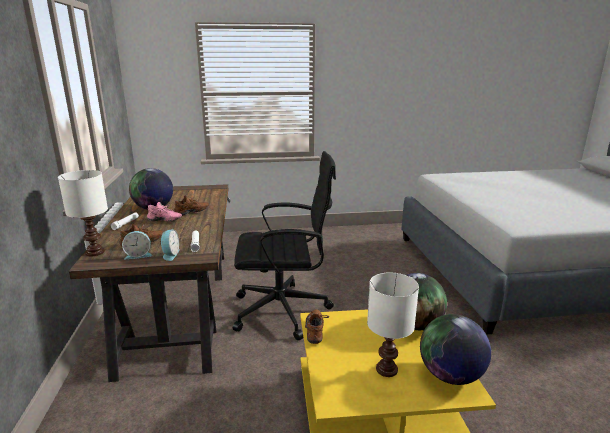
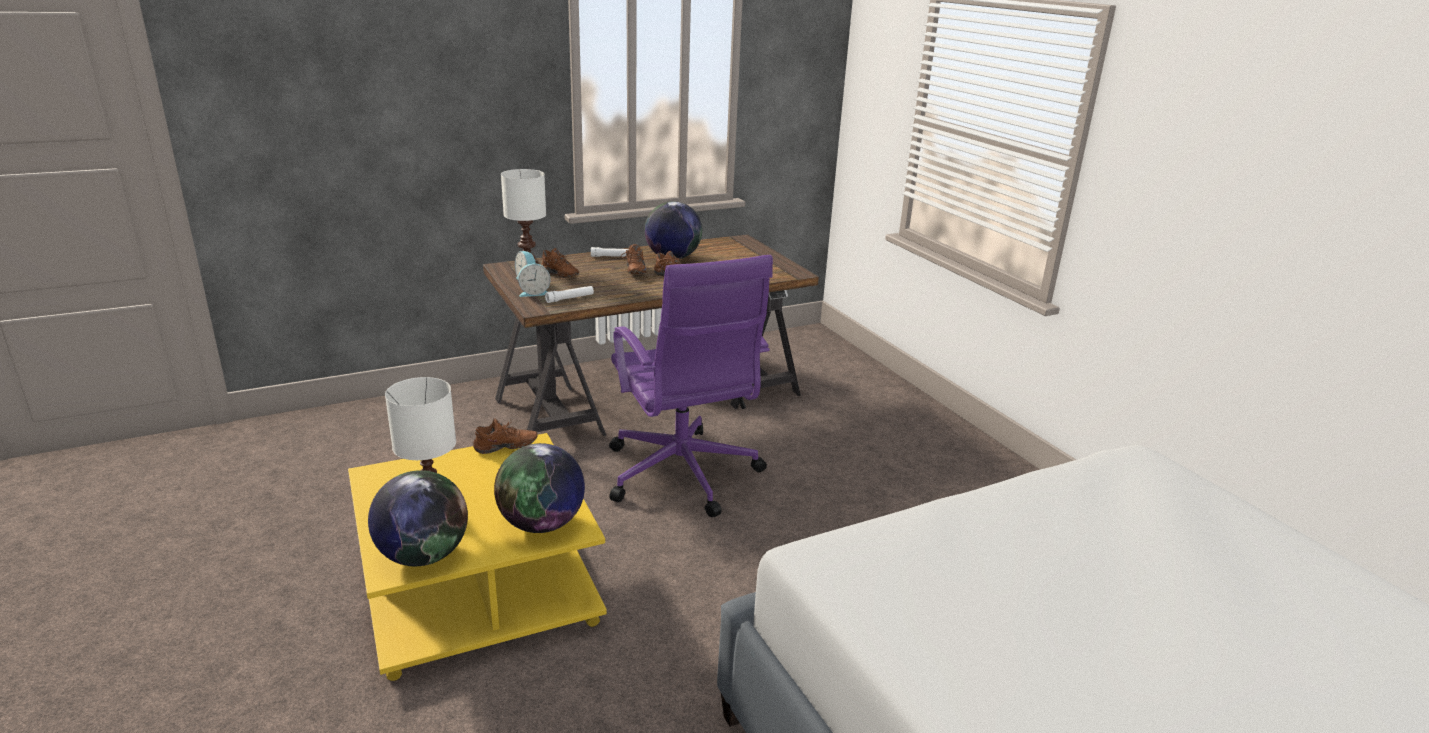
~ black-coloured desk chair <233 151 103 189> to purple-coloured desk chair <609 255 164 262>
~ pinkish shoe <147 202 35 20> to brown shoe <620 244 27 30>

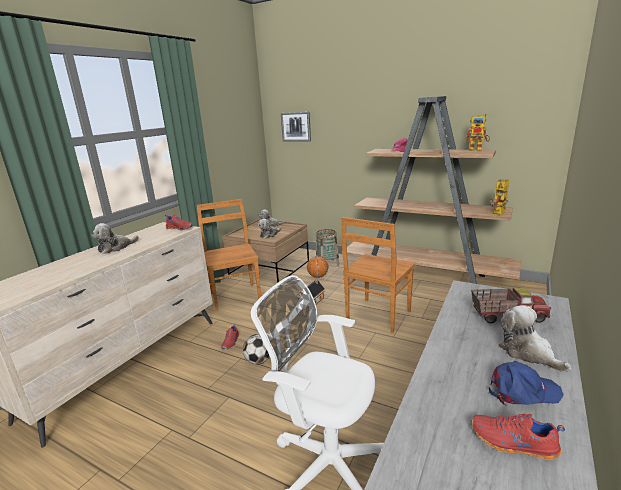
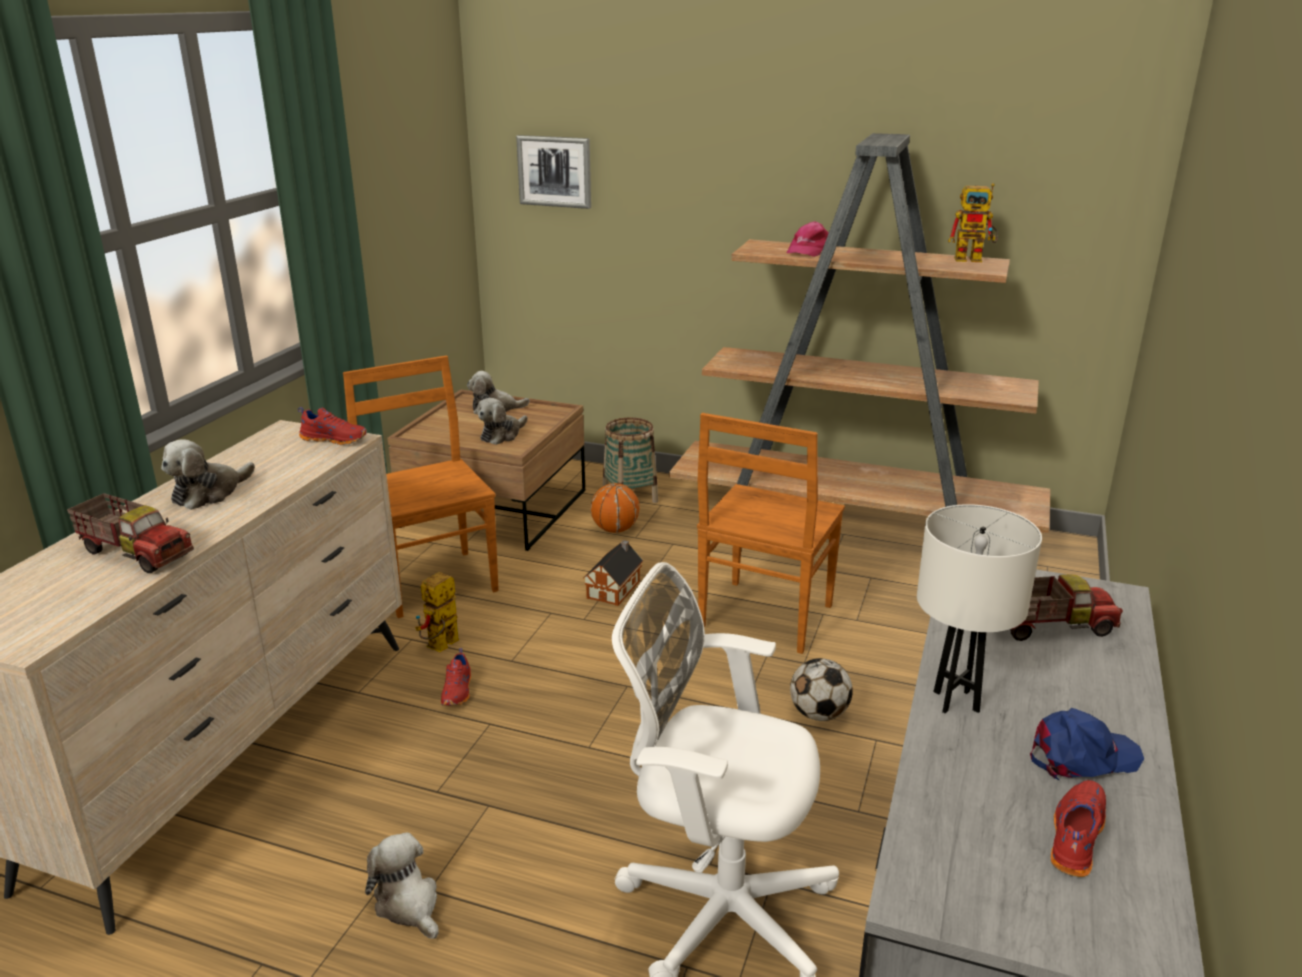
+ toy lorry <67 493 127 80>
~ plush toy <498 305 73 67> to <365 832 74 107>
~ toy robot <491 179 18 36> to <415 572 44 80>
~ ball for football <243 334 27 30> to <790 658 63 63>
+ white tabletop lamp <917 504 125 209>
~ red-coloured shoe <471 414 94 46> = <1051 780 55 97> 105 degrees clockwise

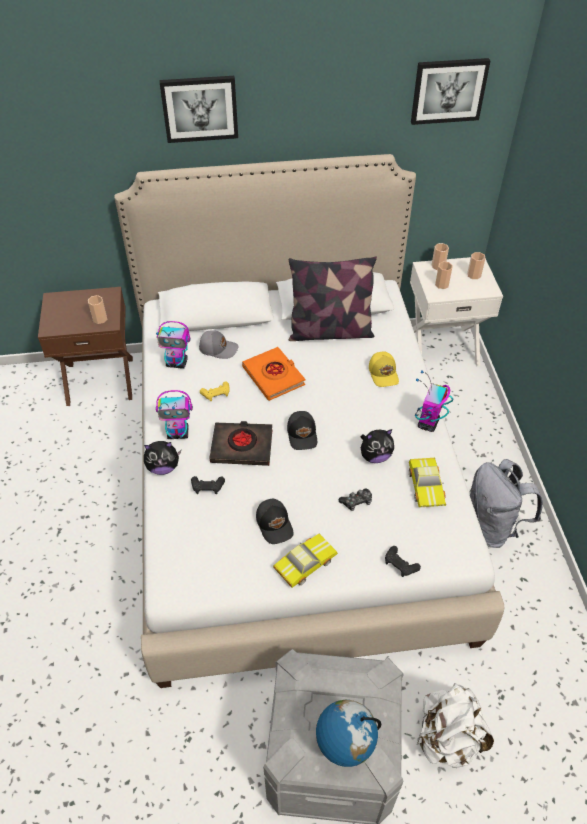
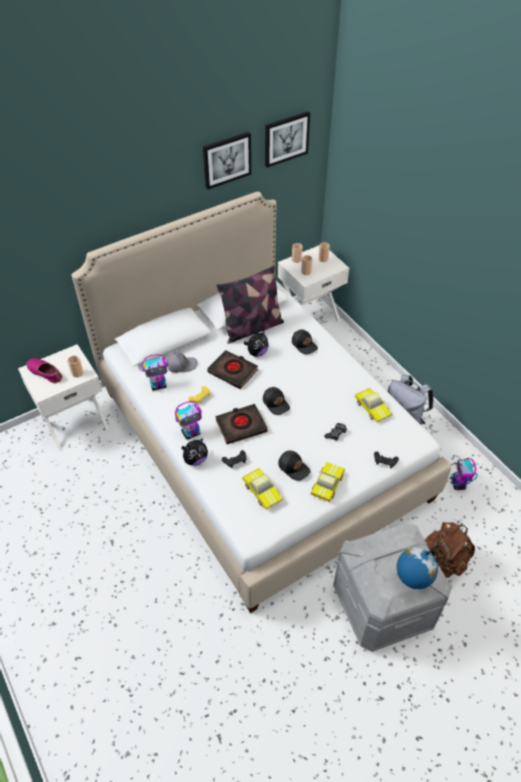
~ brown bedside table <38 287 95 119> to white bedside table <18 344 91 107>
+ shoe <27 358 35 25>
~ picture <159 76 79 67> to <203 132 48 58>
~ orangey volume <242 347 63 54> to black-coloured volume <207 350 51 39>
+ toy car <243 468 40 41>
~ plush toy <361 429 33 34> to <244 330 25 27>
~ yellowish peaked cap <369 352 30 35> to black-coloured peaked cap <292 329 26 26>
~ white knapsack <417 683 77 85> to brown knapsack <424 522 51 56>
~ toy robot <415 370 38 62> to <450 455 28 35>

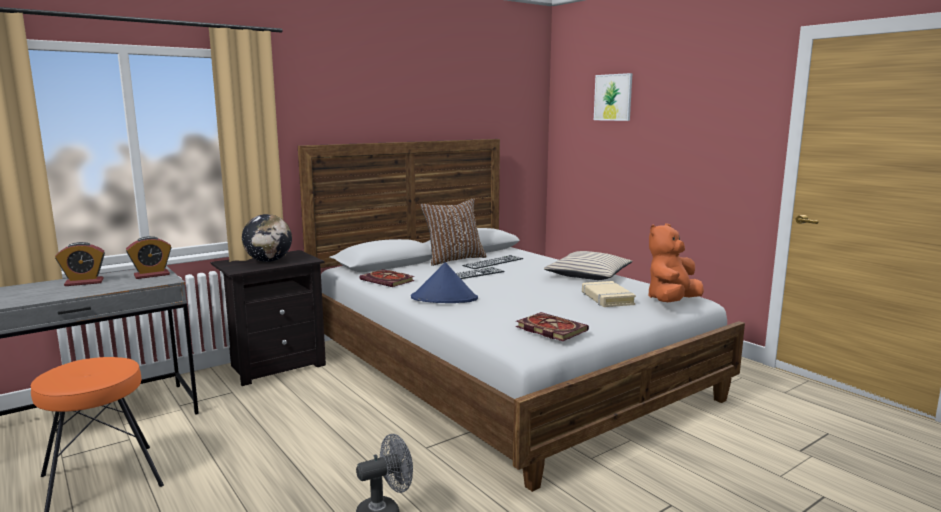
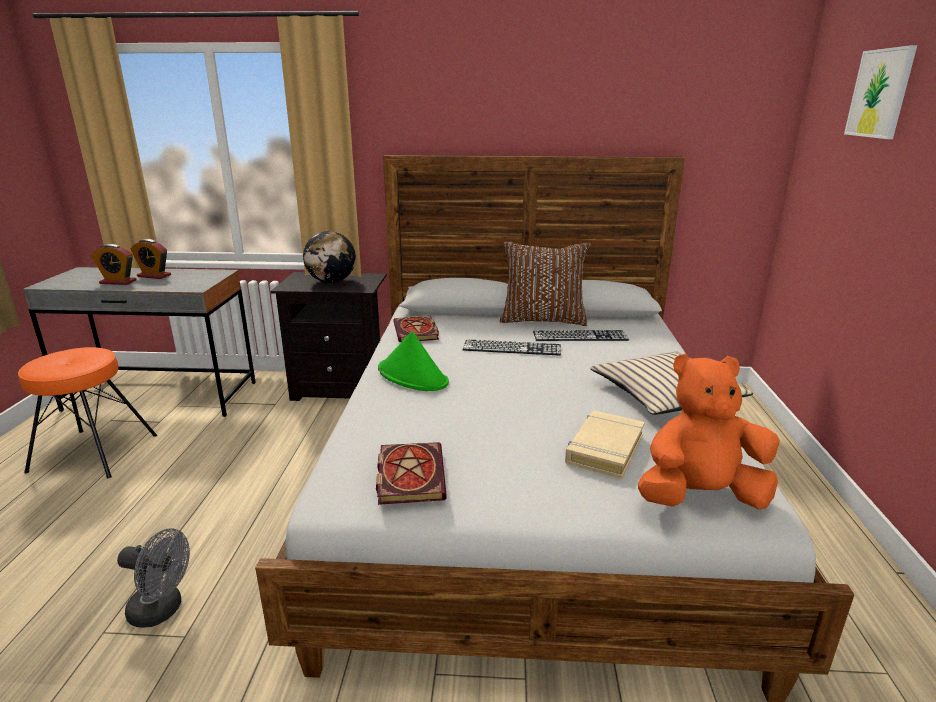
~ alarm clock <126 236 46 43> to <91 244 45 41>
~ blue-coloured wearable hat <411 262 67 41> to greenish wearable hat <378 331 71 60>

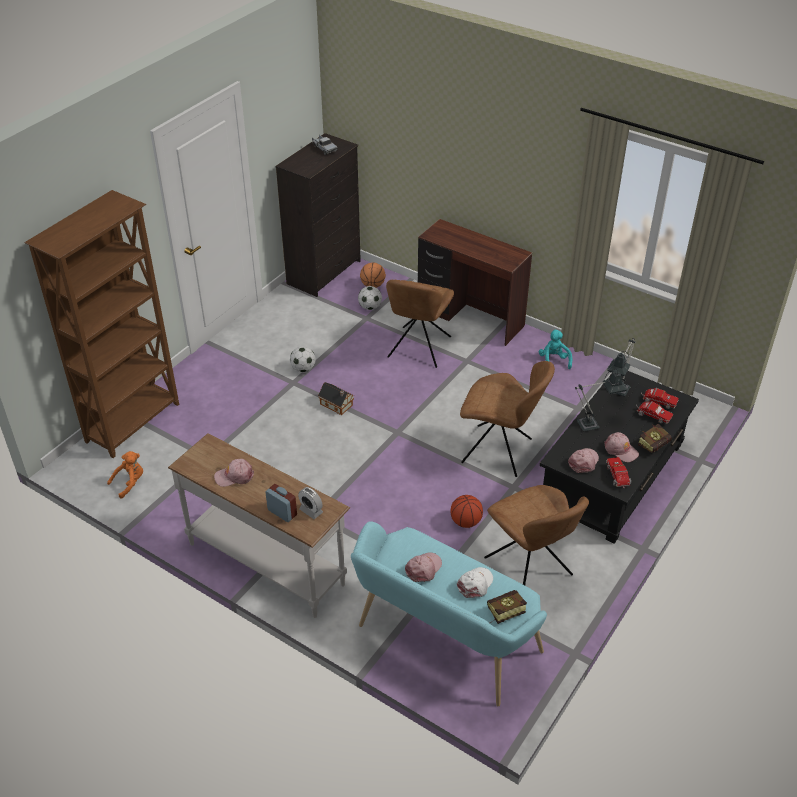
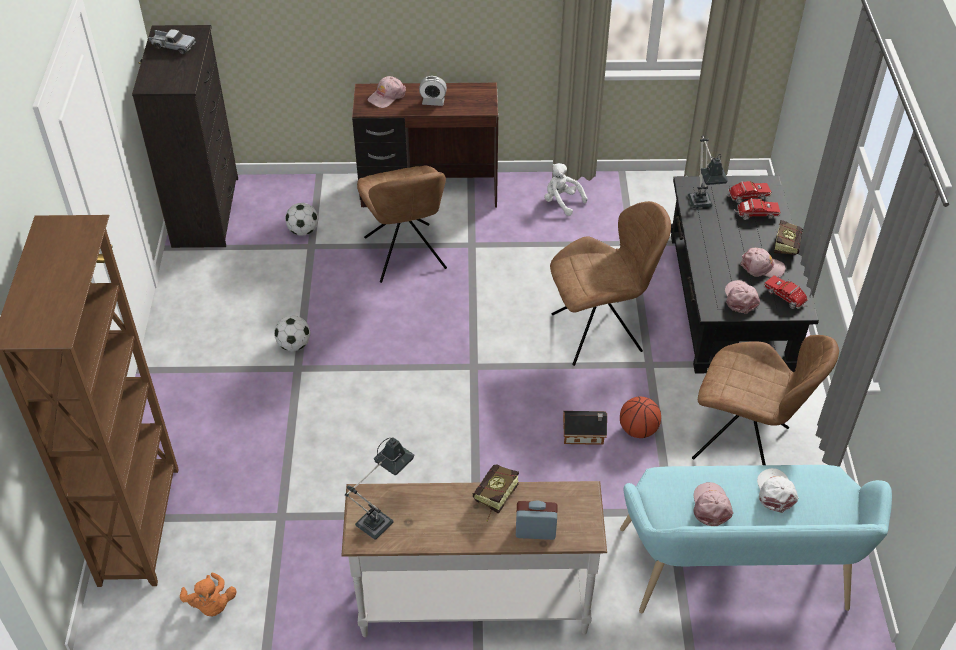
~ orangey plush toy <107 451 36 47> = <180 573 57 43> 135 degrees clockwise
~ tabletop lamp <575 369 52 63> to <345 437 69 103>
~ pinkish peaked cap <214 459 40 28> to <368 76 38 32>
~ alarm clock <298 487 25 32> to <419 76 28 30>
~ volume <487 590 40 34> to <473 464 46 58>
~ blue-green plush toy <539 330 33 39> to white plush toy <544 163 44 53>
~ model house <318 382 36 33> to <563 411 44 34>
- basketball <360 262 26 26>

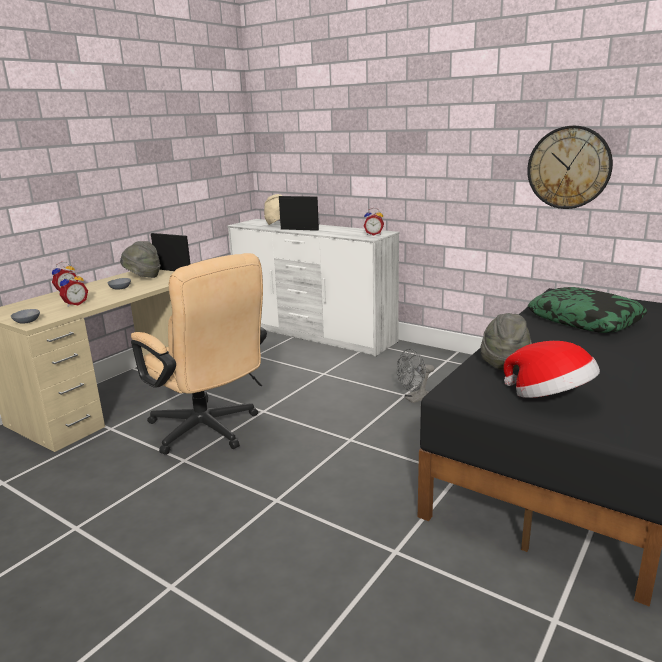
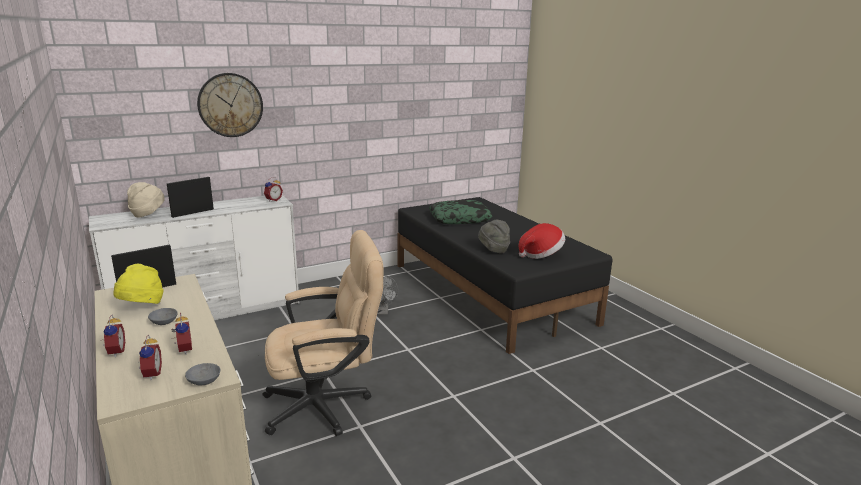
~ gray wearable hat <120 241 40 37> to yellowish wearable hat <113 264 51 40>
+ alarm clock <138 335 24 45>
~ wall clock <527 126 86 83> to <197 73 66 64>

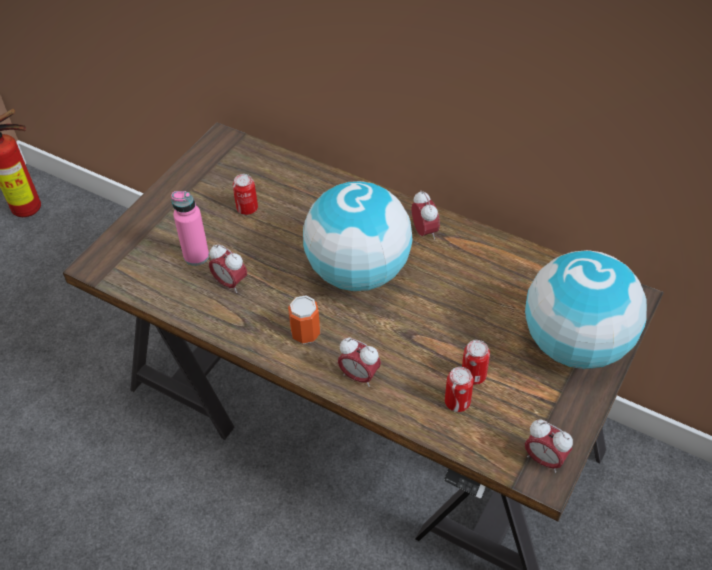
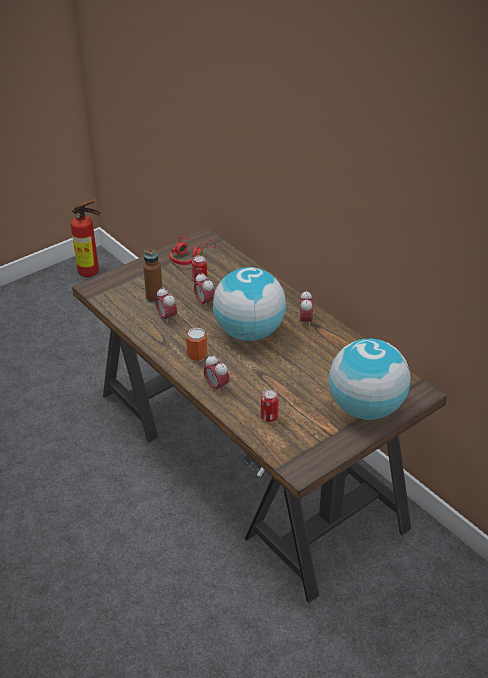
~ pinkish bottle <171 191 38 75> to brown bottle <143 249 19 54>
+ red-coloured headphones <170 237 46 28>
~ alarm clock <525 419 48 54> to <194 273 21 36>
- sealed can <462 340 28 45>

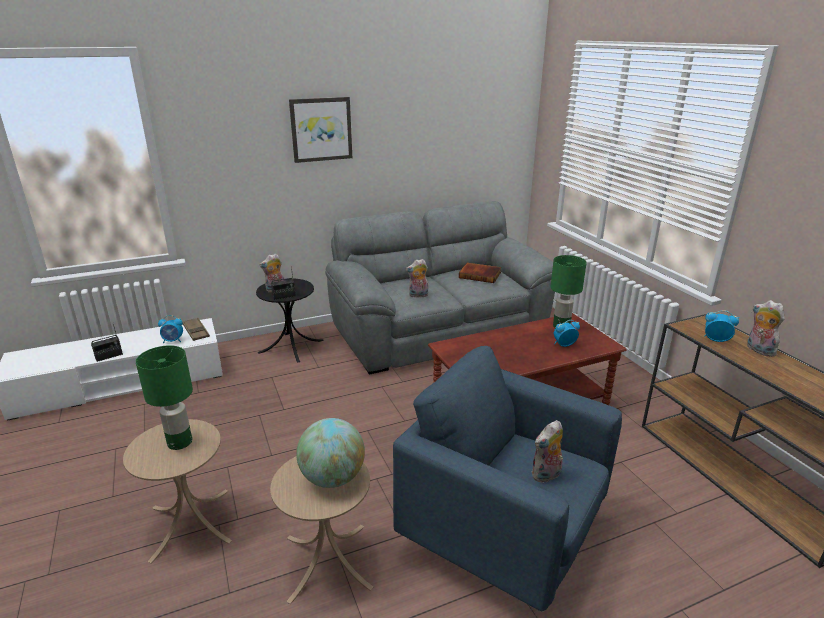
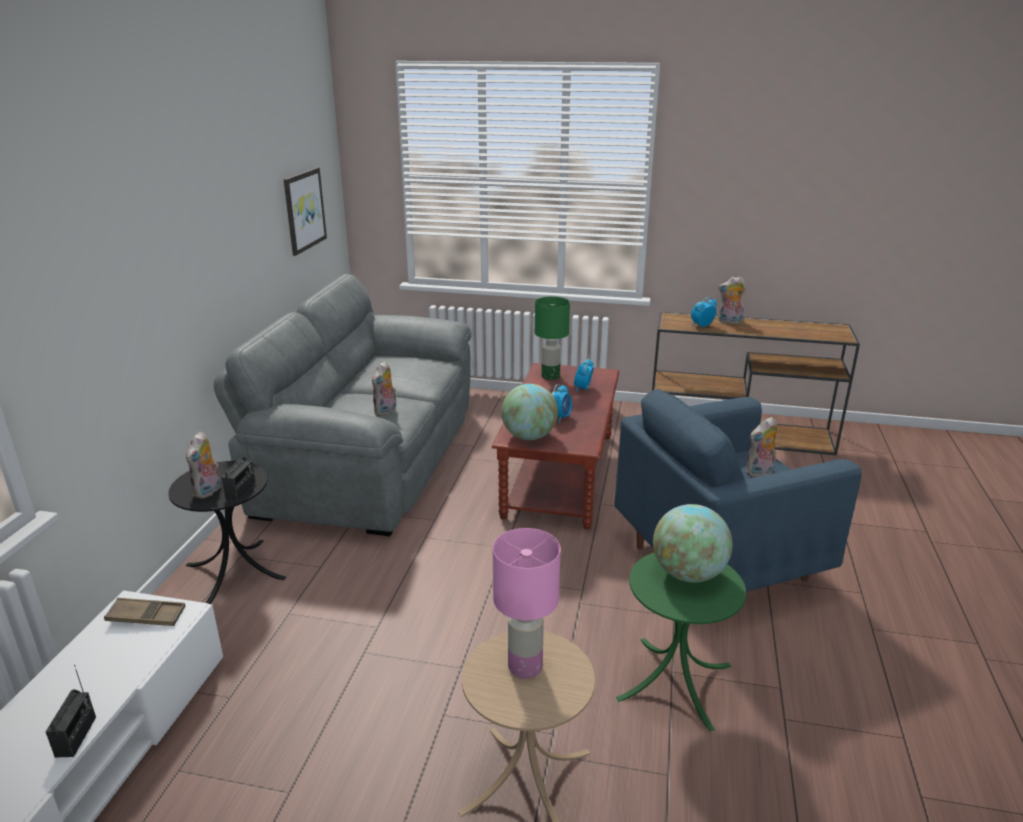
~ picture <289 97 63 66> to <284 167 43 89>
~ greenish tabletop lamp <136 345 57 105> to pinkish tabletop lamp <493 528 68 151>
+ desk globe <501 384 57 56>
~ alarm clock <158 315 25 28> to <551 384 21 39>
~ beige accent table <270 457 103 147> to greenish accent table <616 552 130 179>
~ plush toy <531 420 32 63> = <746 417 31 60> 60 degrees clockwise
- volume <459 263 42 20>

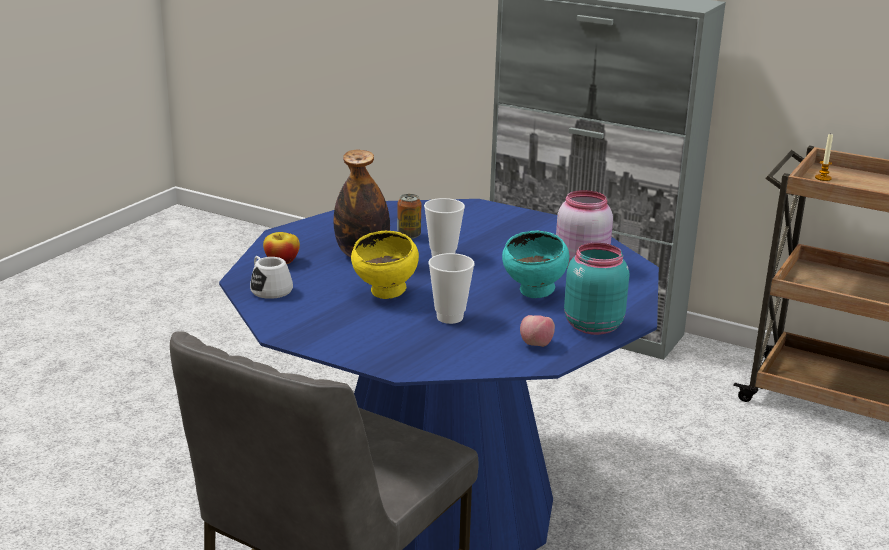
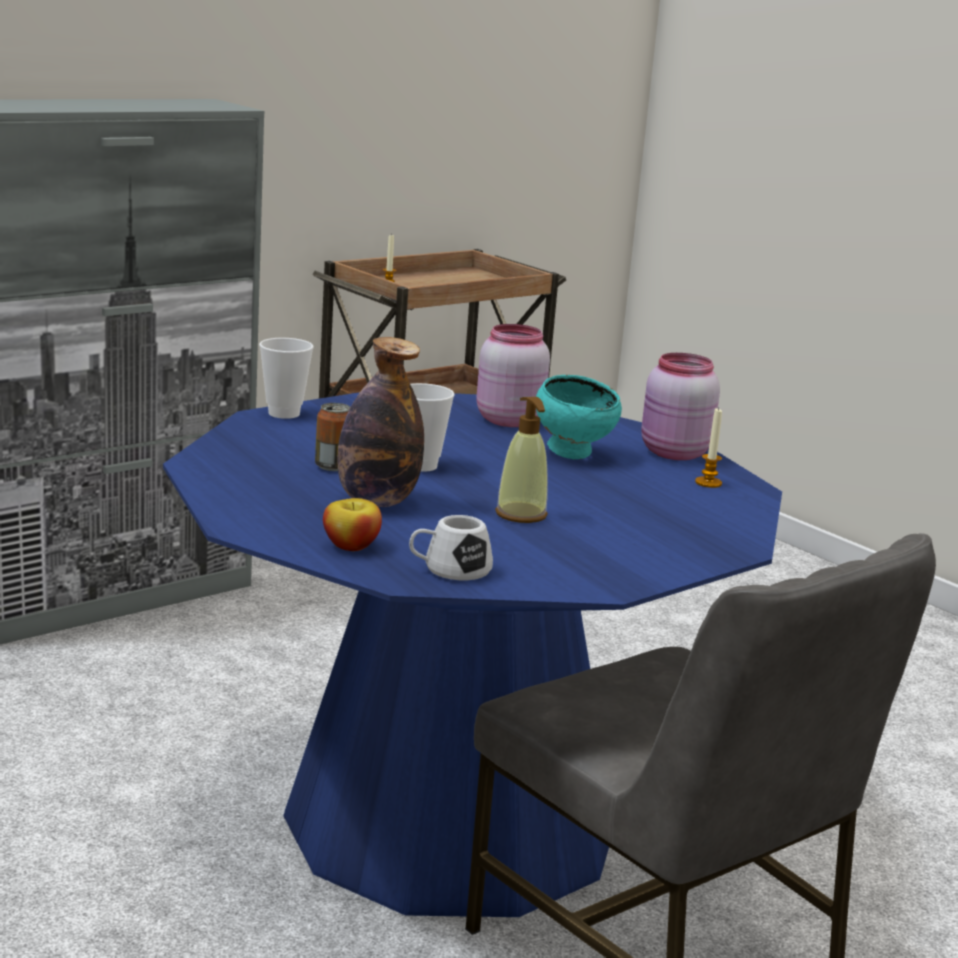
~ drinking cup <429 253 46 71> to <259 338 55 81>
~ yellowish serving bowl <351 231 68 68> to liquid soap bottle <495 397 53 126>
~ blue-green storage jar <564 243 65 92> to pinkish storage jar <642 353 78 107>
~ apple fruit <520 315 35 32> to candle <695 408 27 80>

